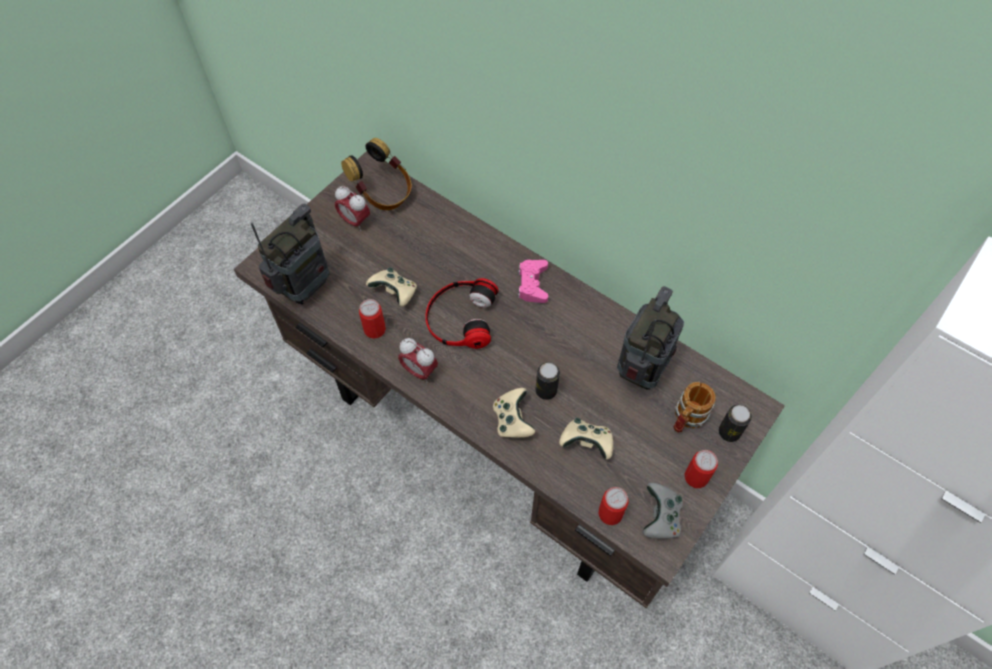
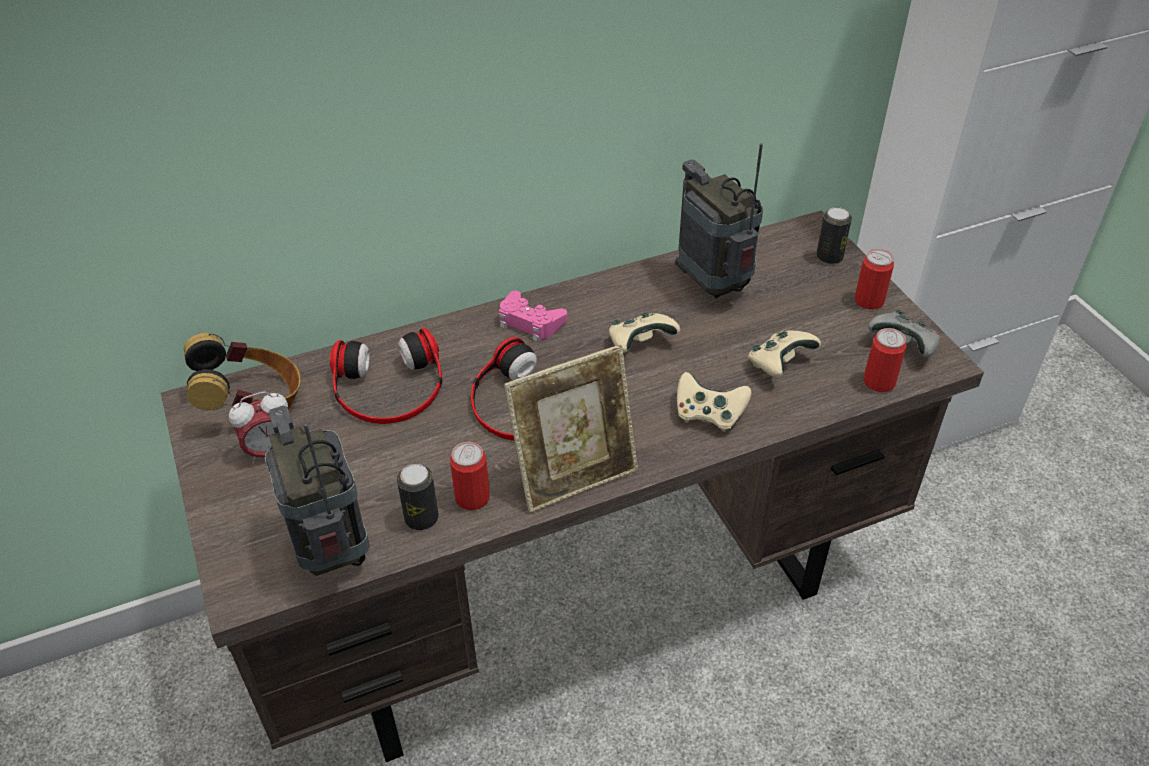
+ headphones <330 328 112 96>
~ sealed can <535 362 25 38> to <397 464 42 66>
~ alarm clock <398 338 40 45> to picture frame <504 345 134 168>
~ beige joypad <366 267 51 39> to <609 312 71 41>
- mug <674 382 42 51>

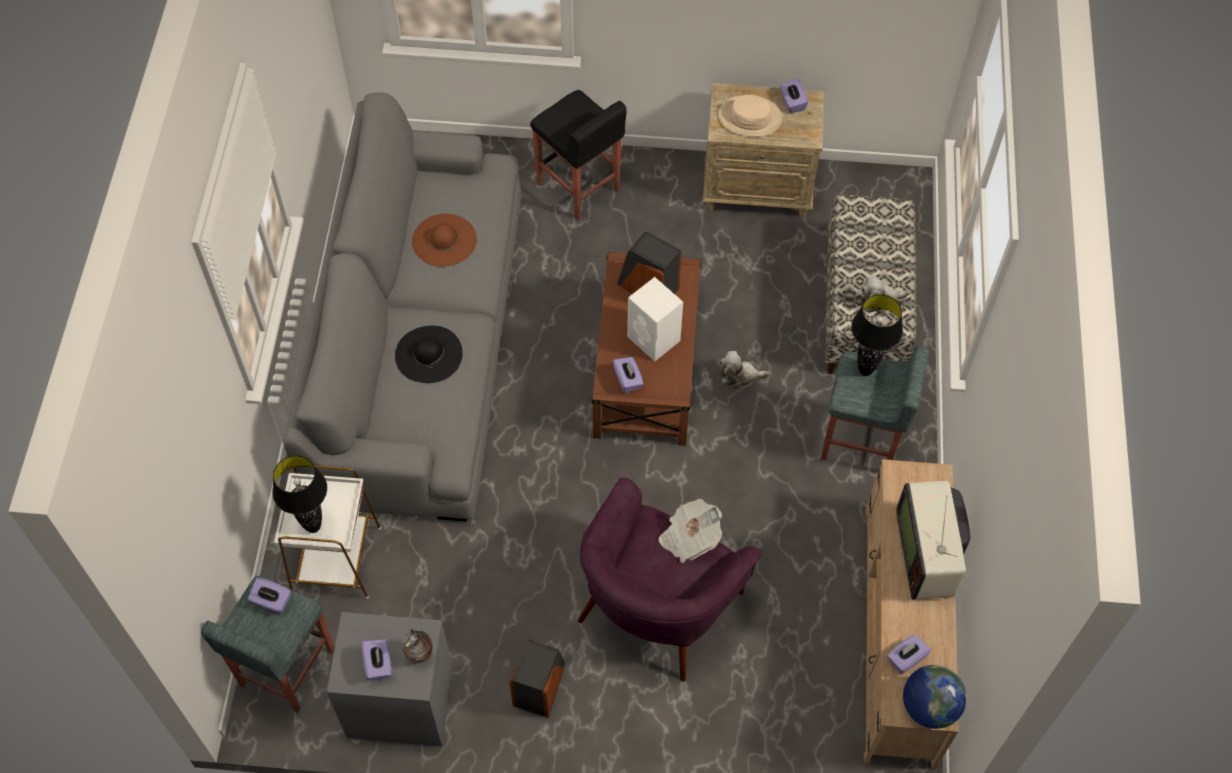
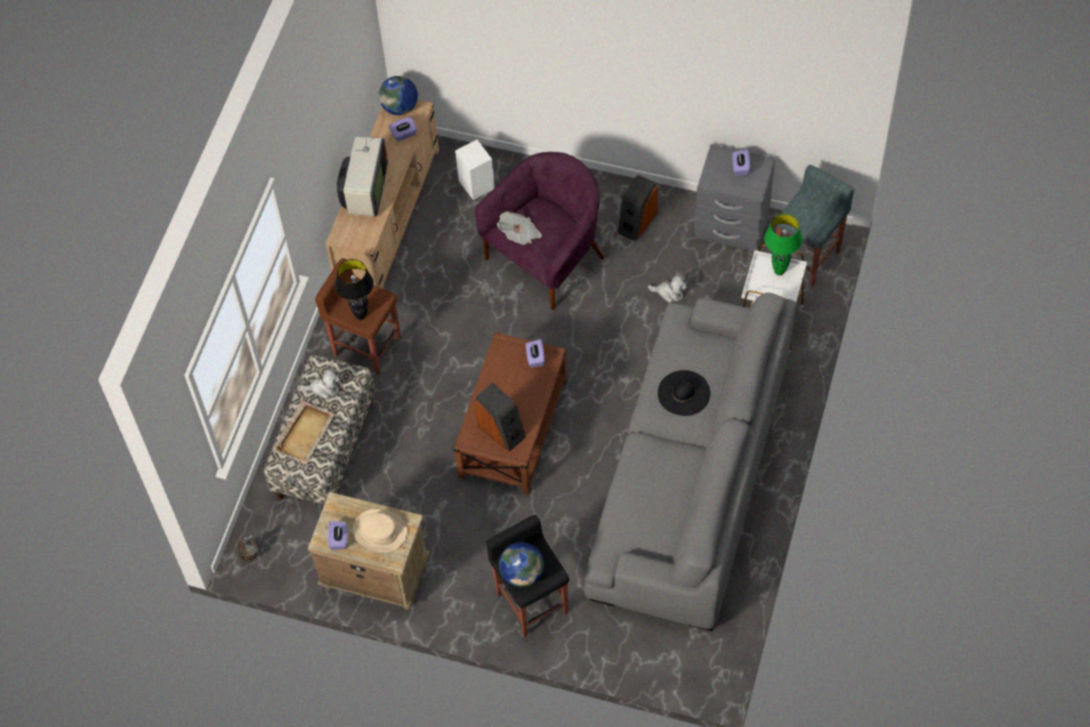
~ flower vase <402 629 30 34> to <238 535 20 26>
+ beige carrying tray <273 400 62 65>
~ gray stool <821 345 108 116> to brown stool <315 258 86 117>
~ white loudspeaker <627 277 56 84> to <455 140 40 60>
+ desk globe <499 542 45 45>
~ plush toy <719 351 51 38> to <648 274 39 29>
~ black-coloured tabletop lamp <272 455 55 78> to greenish tabletop lamp <764 214 38 61>
- purple-coloured tissue box <248 578 43 35>
- brown wearable hat <412 214 65 53>

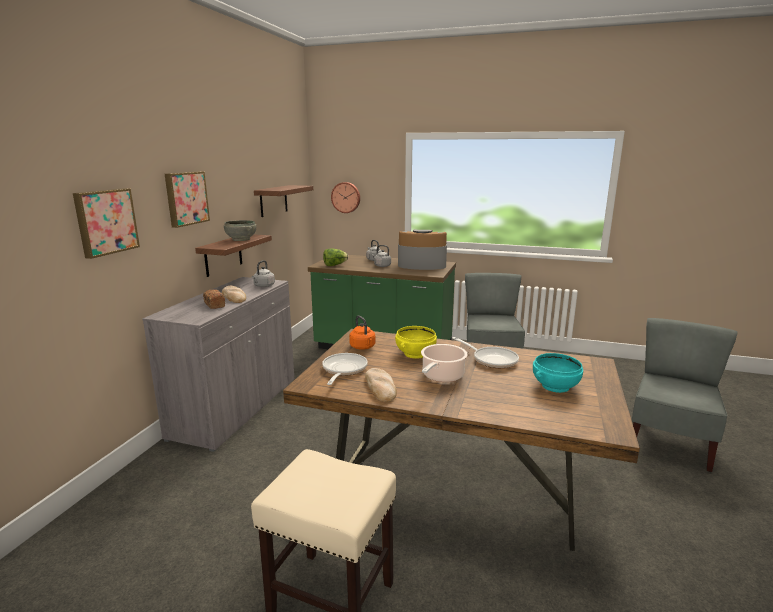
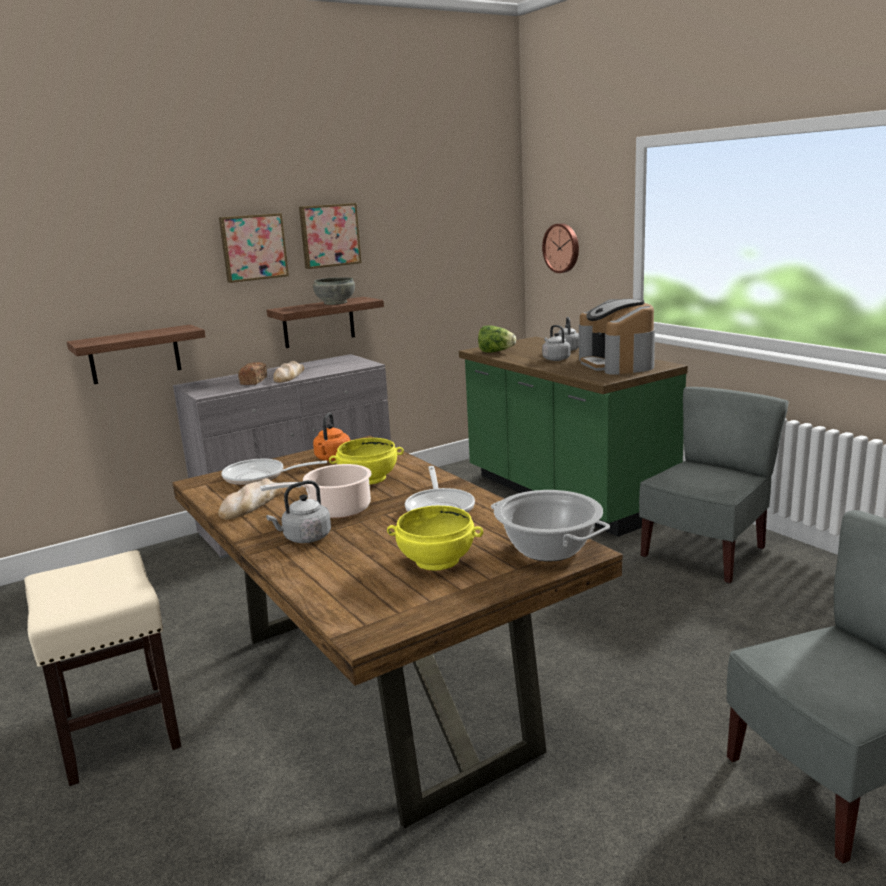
~ shelf <254 185 59 32> to <67 325 139 59>
~ skillet <322 353 46 32> = <221 459 106 27> 135 degrees counterclockwise
~ gray kettle <251 260 24 27> to <266 480 65 63>
~ picture <73 188 67 71> to <299 203 63 66>
~ blue-green serving bowl <533 353 50 40> to yellowish serving bowl <387 506 96 64>
+ stockpot <491 490 119 72>
~ coffee machine <398 230 49 40> = <579 299 76 76> 150 degrees counterclockwise

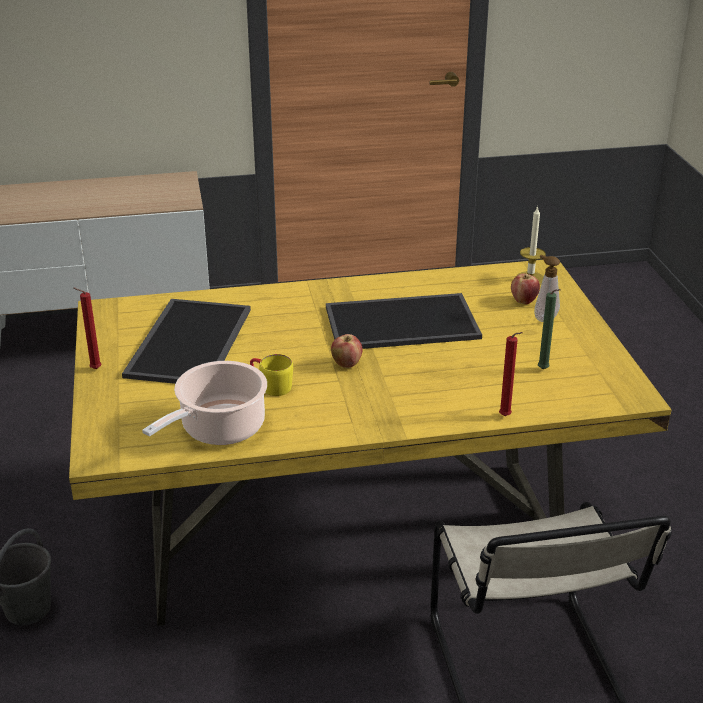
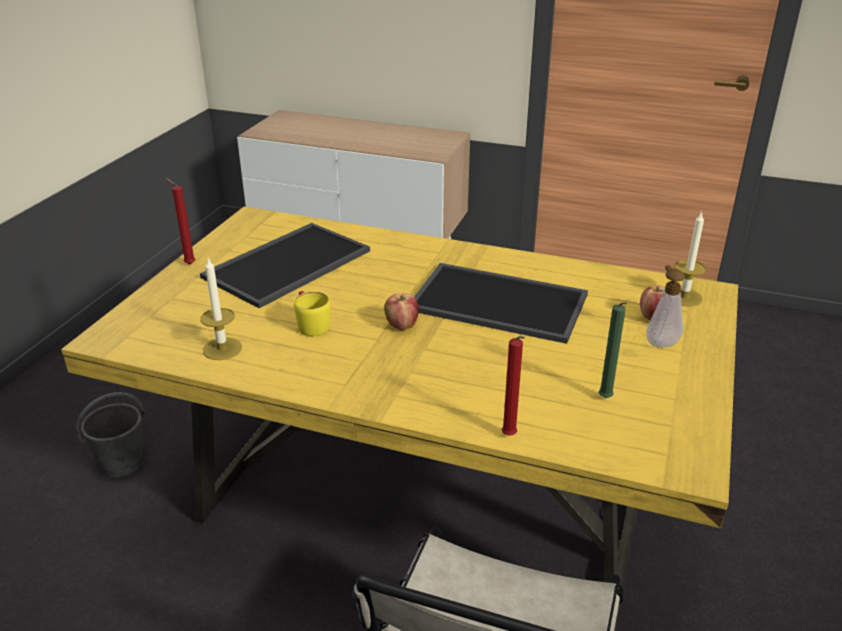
~ stockpot <142 361 125 84> to candle <200 258 42 102>

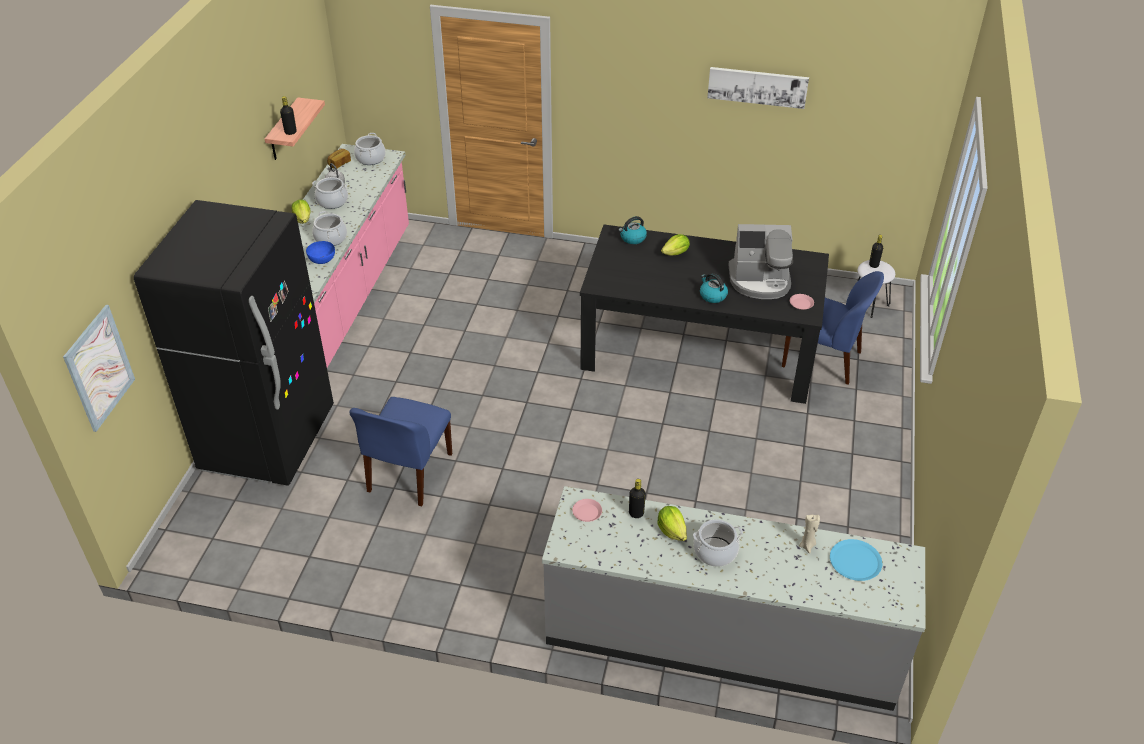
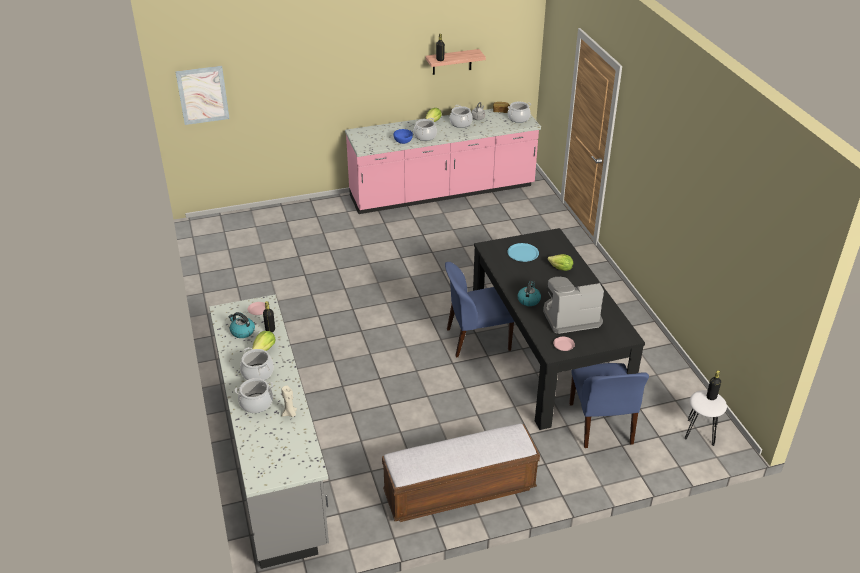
~ kettle <618 216 29 28> to <228 312 27 26>
+ stockpot <235 378 38 35>
+ indoor bench <382 424 158 98>
~ blue-coloured chair <349 397 103 109> to <445 262 70 96>
~ blue-coloured flat dish <830 539 52 42> to <507 243 32 19>
~ coffee machine <728 224 65 75> = <543 277 61 57> 105 degrees clockwise
- black-coloured refrigerator <134 200 200 286>
- picture <707 67 102 42>

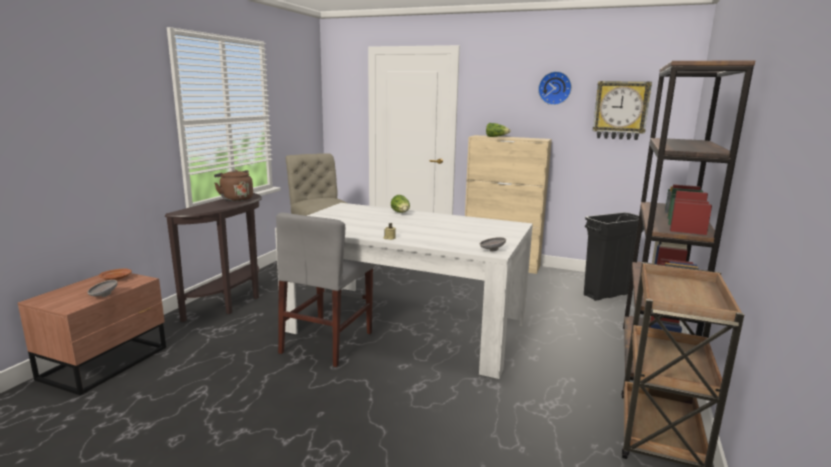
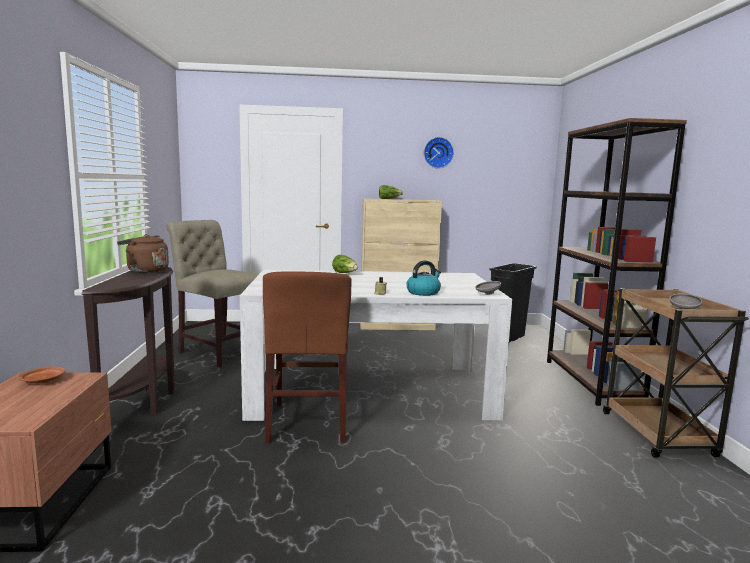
~ gray chair <276 213 99 154> to brown chair <263 271 89 172>
+ kettle <406 261 35 35>
~ gray serving bowl <87 280 31 17> to <669 294 34 15>
- wall clock <593 81 59 59>

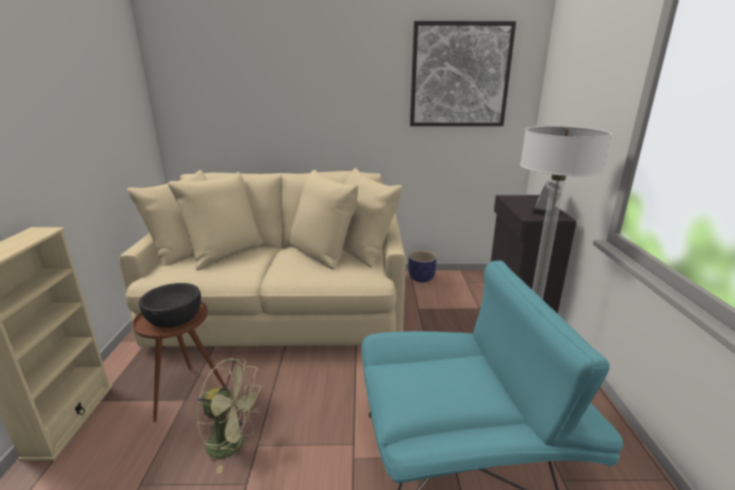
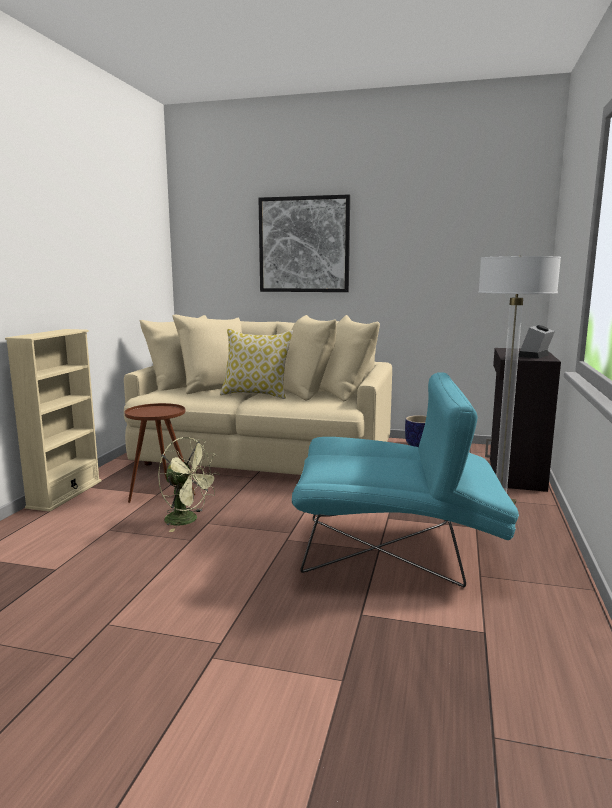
+ throw pillow <220 329 73 70>
~ picture <410 21 106 105> to <259 195 91 97>
- black-coloured serving bowl <139 283 62 45>

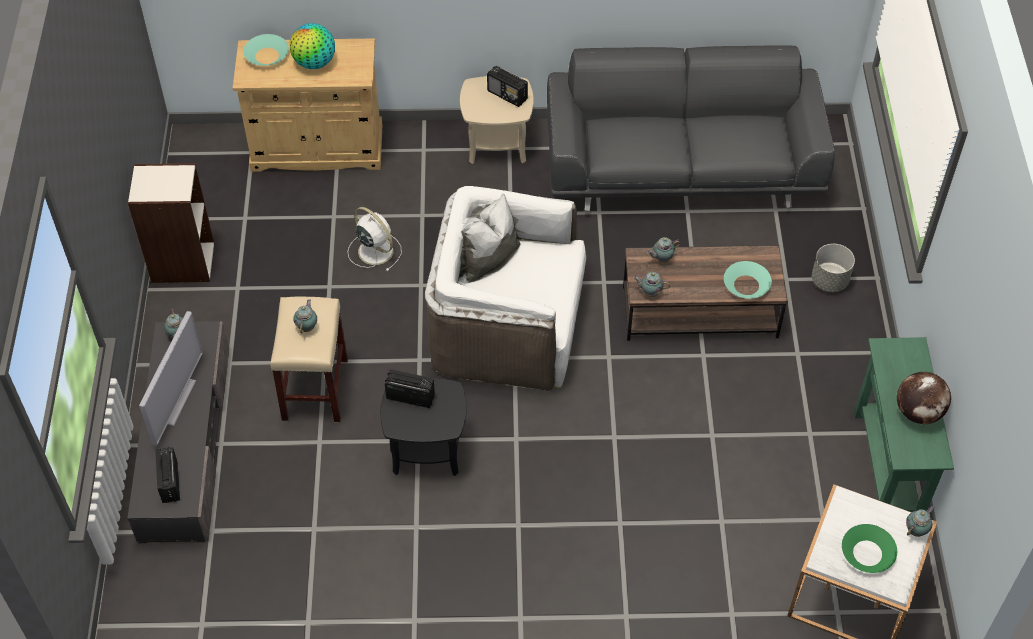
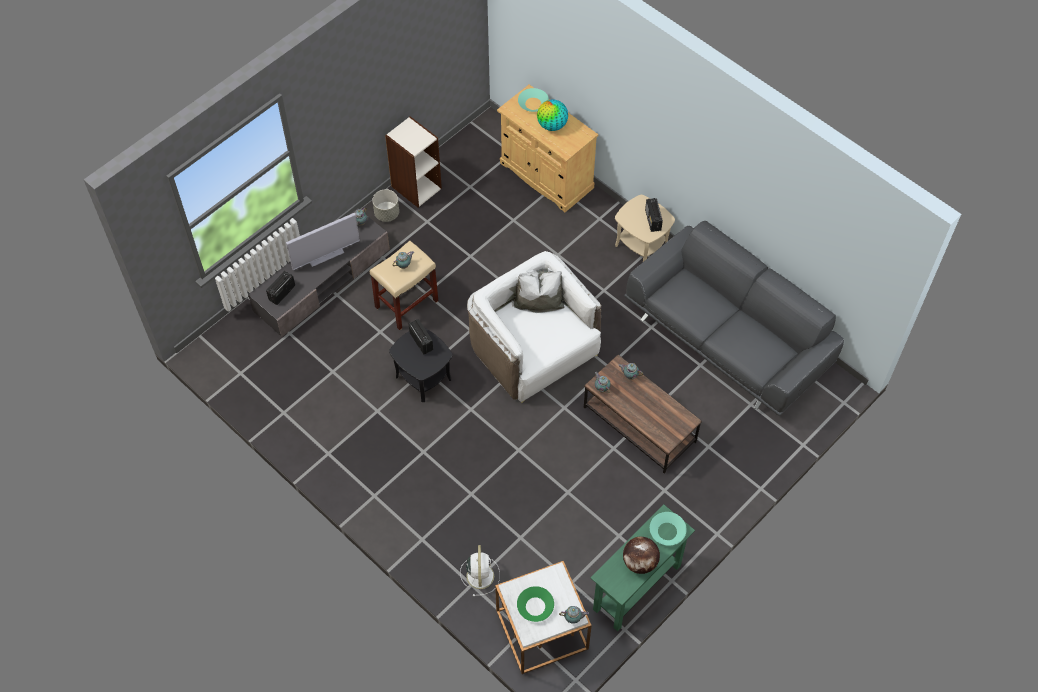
~ gray flower pot <812 244 43 48> to <372 189 27 33>
~ white cooling fan <348 207 54 64> to <460 545 40 51>
~ blue-green serving bowl <724 261 48 38> to <650 512 36 34>

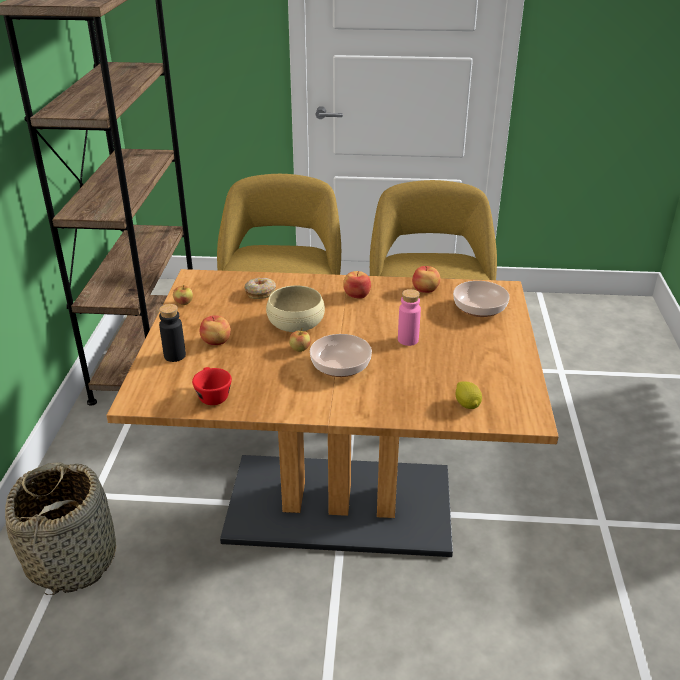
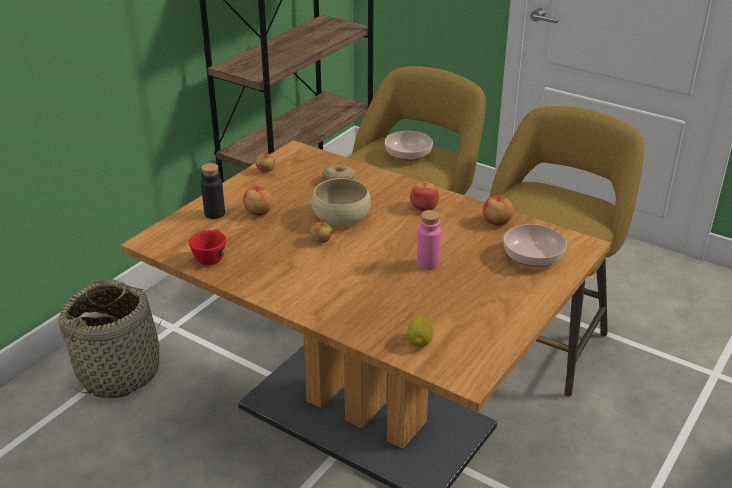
~ serving bowl <310 334 62 43> to <385 131 48 30>

